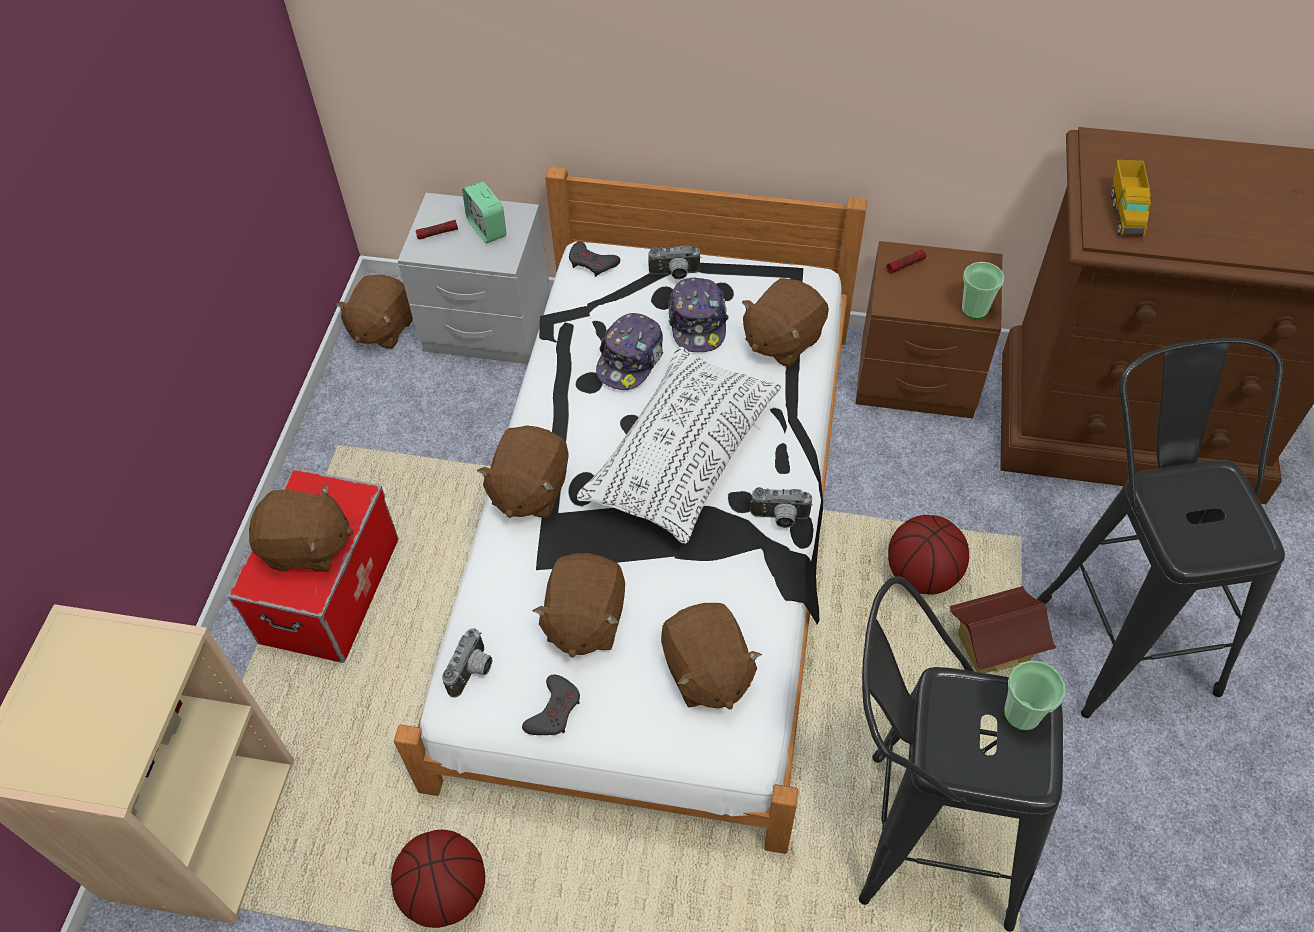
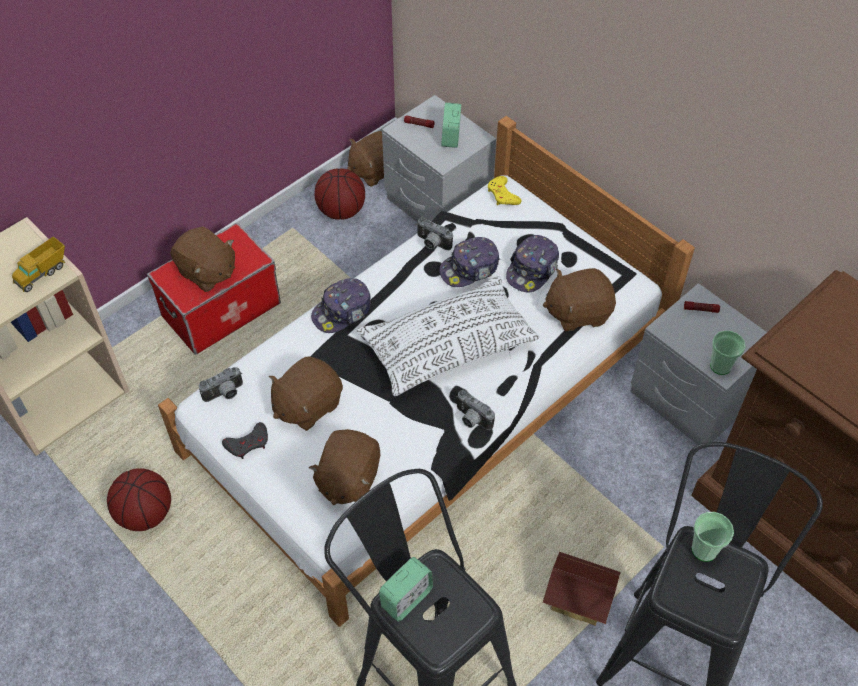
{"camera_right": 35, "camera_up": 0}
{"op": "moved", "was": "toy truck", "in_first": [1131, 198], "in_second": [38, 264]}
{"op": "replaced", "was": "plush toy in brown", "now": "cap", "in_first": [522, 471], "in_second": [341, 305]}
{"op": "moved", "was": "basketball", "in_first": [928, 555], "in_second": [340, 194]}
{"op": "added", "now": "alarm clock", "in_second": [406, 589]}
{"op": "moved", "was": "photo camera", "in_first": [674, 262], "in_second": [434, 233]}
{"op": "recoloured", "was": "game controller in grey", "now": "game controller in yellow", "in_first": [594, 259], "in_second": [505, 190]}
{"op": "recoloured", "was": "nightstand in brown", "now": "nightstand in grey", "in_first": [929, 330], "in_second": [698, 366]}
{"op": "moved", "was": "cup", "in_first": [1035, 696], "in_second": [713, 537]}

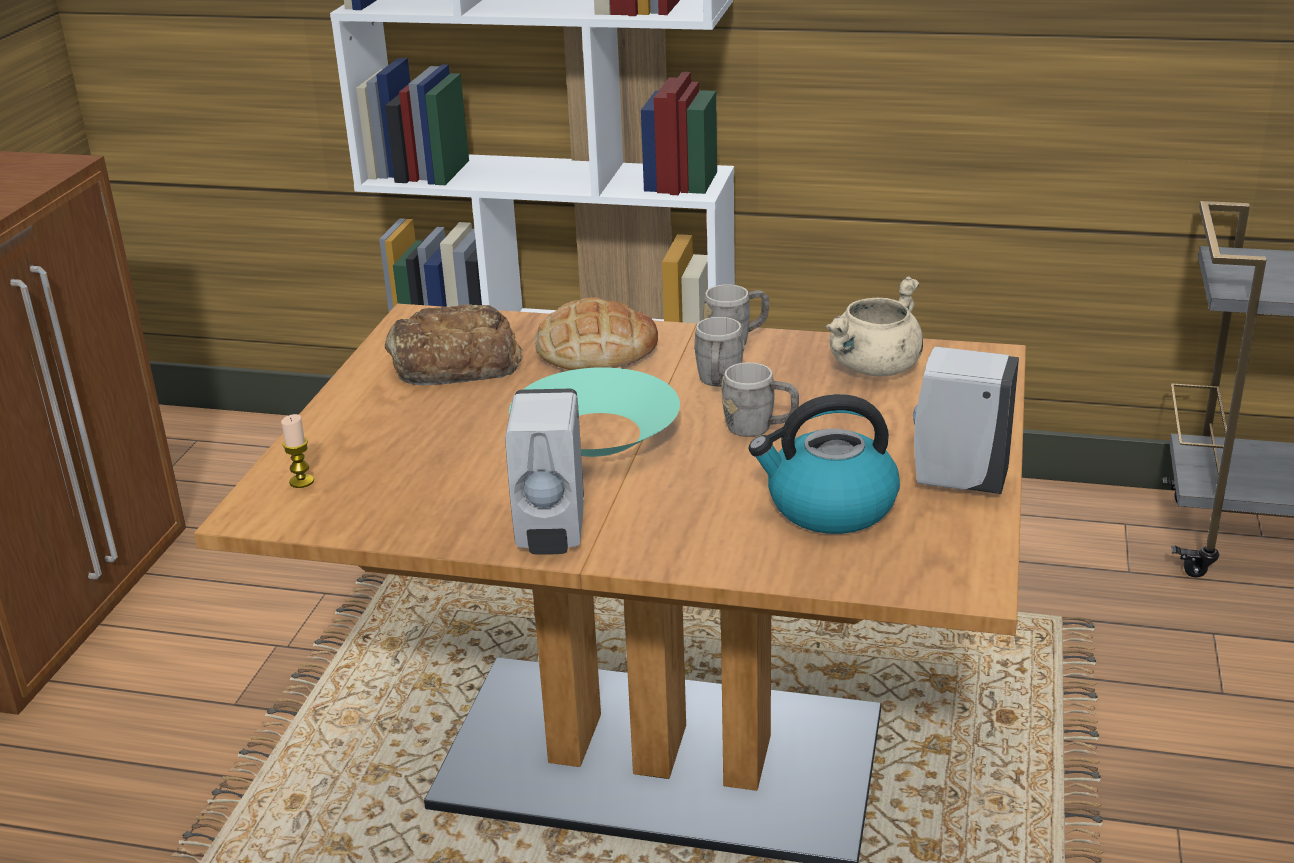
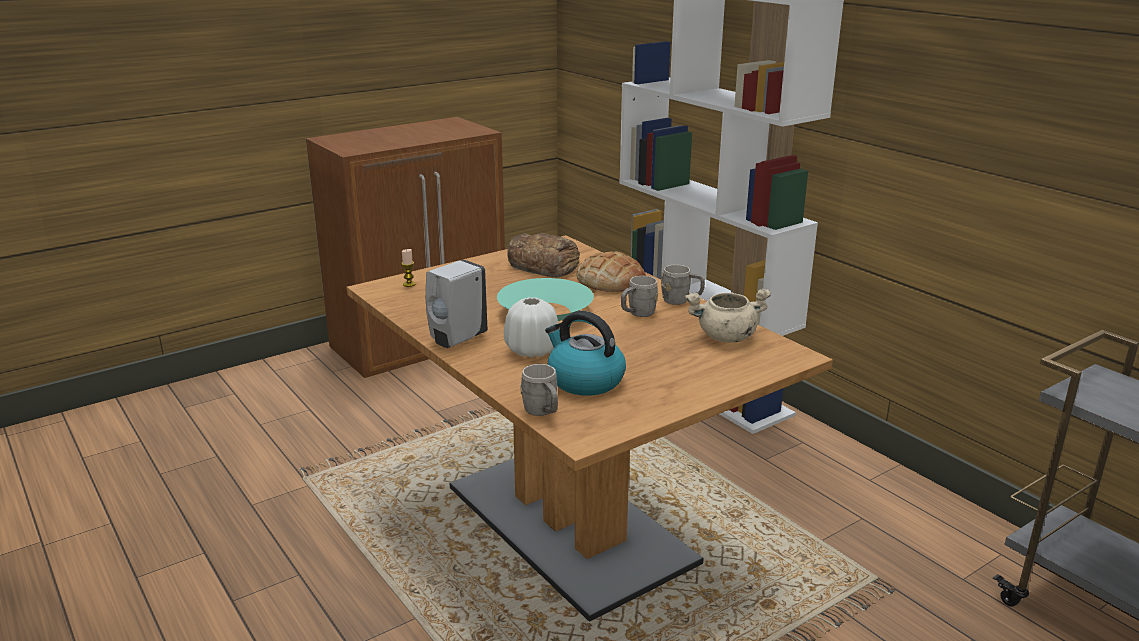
{"camera_right": 40, "camera_up": -5}
{"op": "added", "now": "vase in white", "in_second": [531, 327]}
{"op": "moved", "was": "mug in grey", "in_first": [760, 399], "in_second": [539, 390]}
{"op": "removed", "was": "soap dispenser in white", "in_first": [966, 420]}

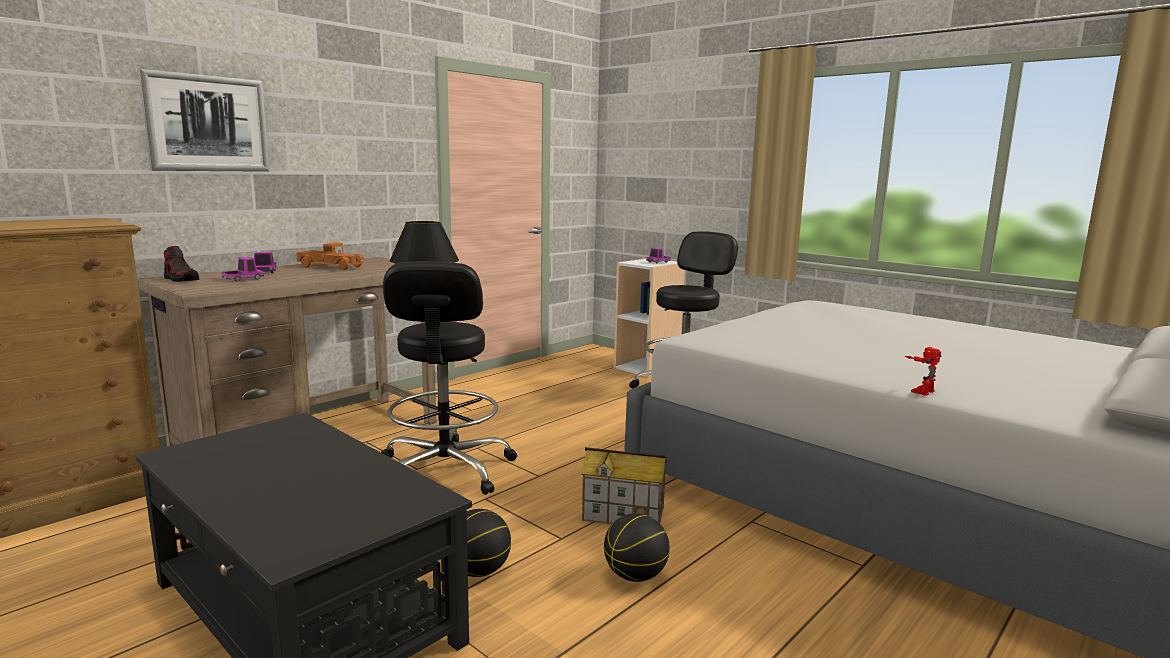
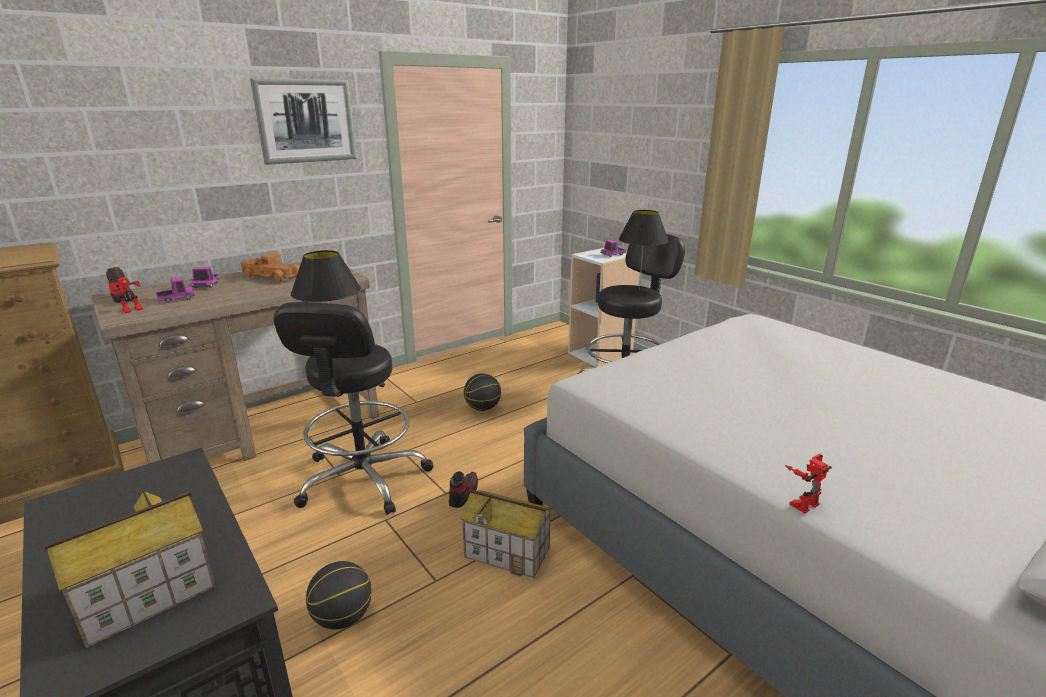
{"camera_right": 10, "camera_up": 10}
{"op": "added", "now": "toy house", "in_second": [130, 568]}
{"op": "added", "now": "toy robot", "in_second": [126, 295]}
{"op": "moved", "was": "picture", "in_first": [204, 120], "in_second": [303, 121]}
{"op": "added", "now": "shoe", "in_second": [463, 489]}
{"op": "moved", "was": "basketball", "in_first": [637, 547], "in_second": [482, 392]}
{"op": "added", "now": "table lamp in black", "in_second": [643, 250]}

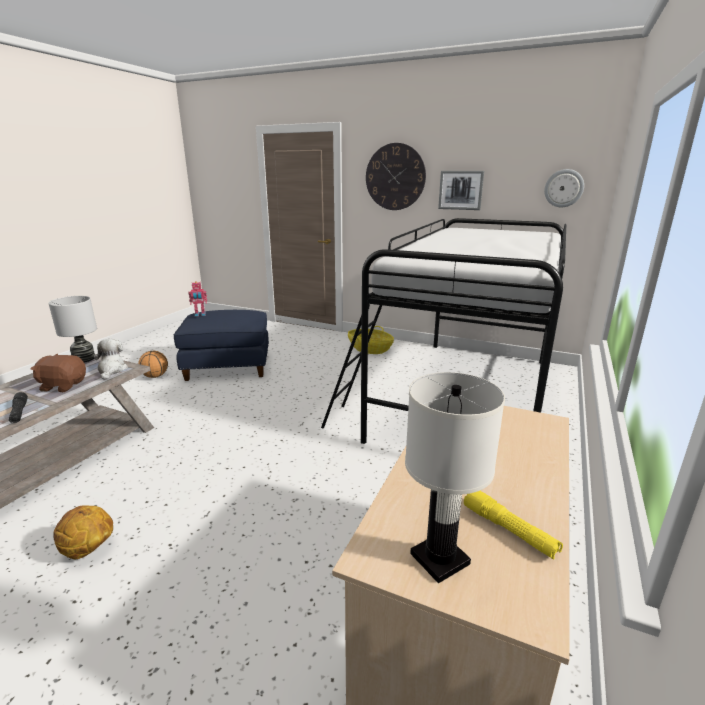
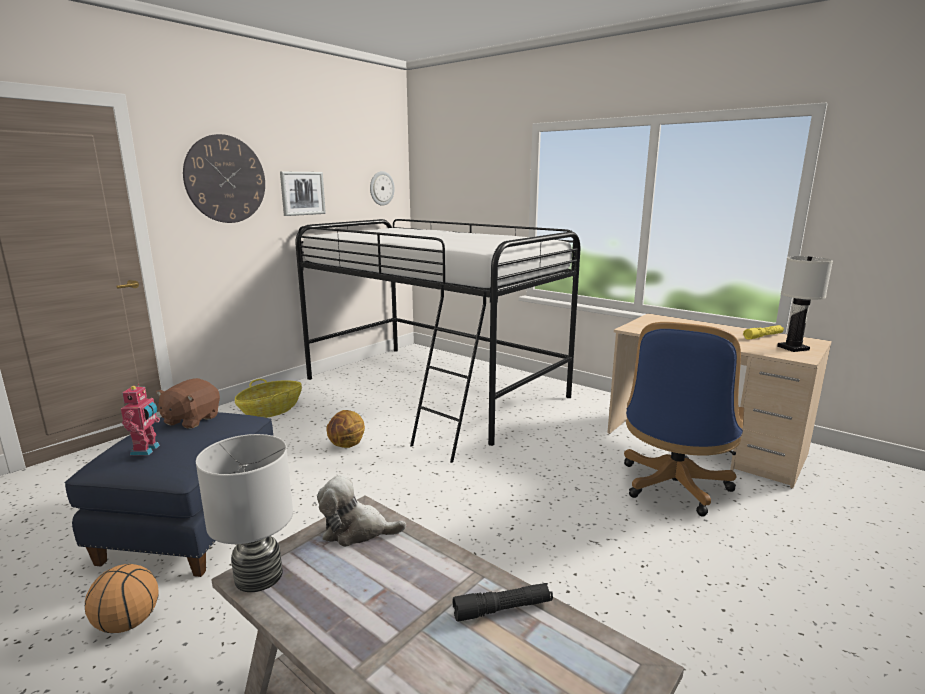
{"camera_right": -75, "camera_up": -5}
{"op": "moved", "was": "plush toy in brown", "in_first": [58, 373], "in_second": [188, 403]}
{"op": "moved", "was": "basketball", "in_first": [83, 532], "in_second": [345, 429]}
{"op": "added", "now": "office chair in blue", "in_second": [684, 419]}

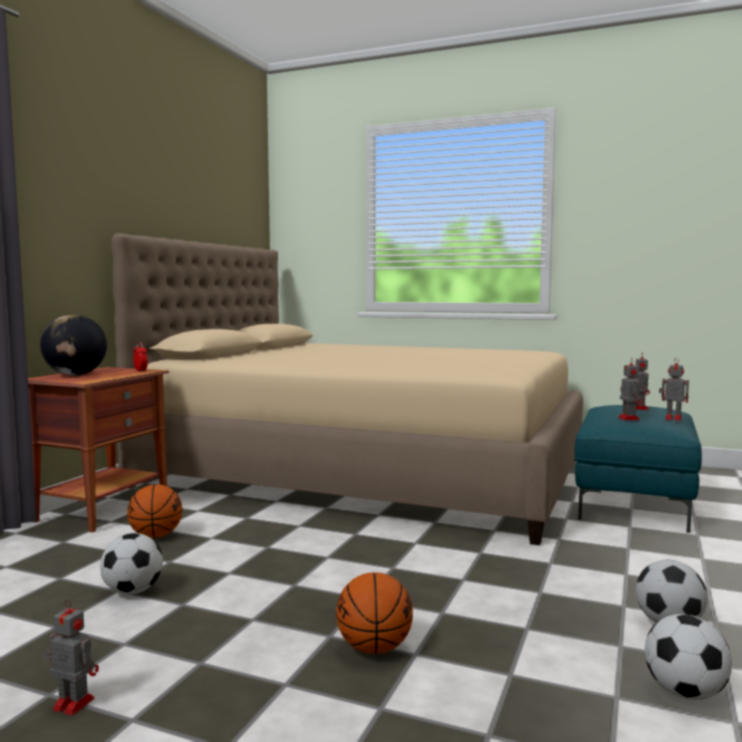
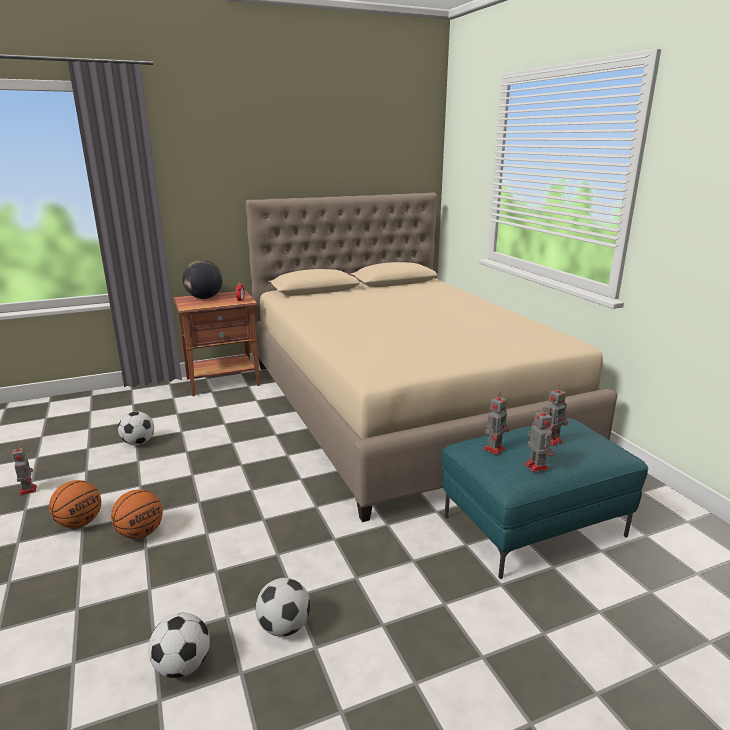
{"camera_right": 45, "camera_up": 15}
{"op": "moved", "was": "basketball", "in_first": [154, 511], "in_second": [75, 504]}

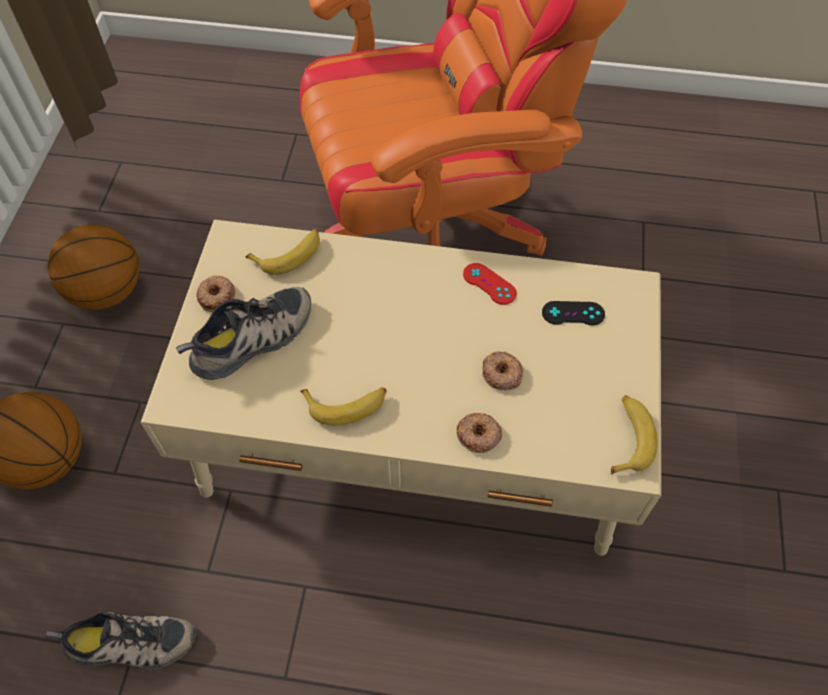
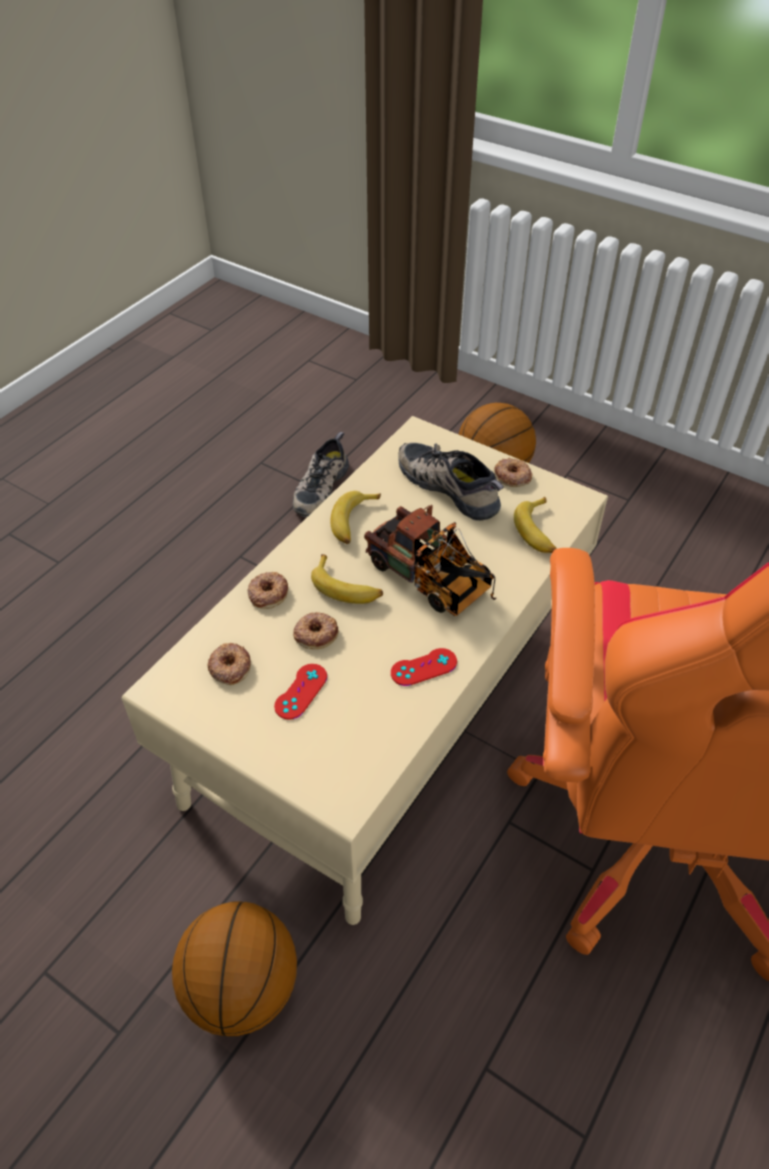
{"camera_right": 115, "camera_up": -10}
{"op": "moved", "was": "basketball", "in_first": [94, 267], "in_second": [234, 968]}
{"op": "added", "now": "donut", "in_second": [229, 664]}
{"op": "added", "now": "game controller in red", "in_second": [300, 692]}
{"op": "moved", "was": "banana", "in_first": [634, 434], "in_second": [347, 579]}
{"op": "added", "now": "toy truck", "in_second": [430, 560]}
{"op": "turned", "was": "shoe", "in_first": [243, 333], "in_second": [451, 482], "clockwise": 150}
{"op": "removed", "was": "game controller in black", "in_first": [573, 313]}

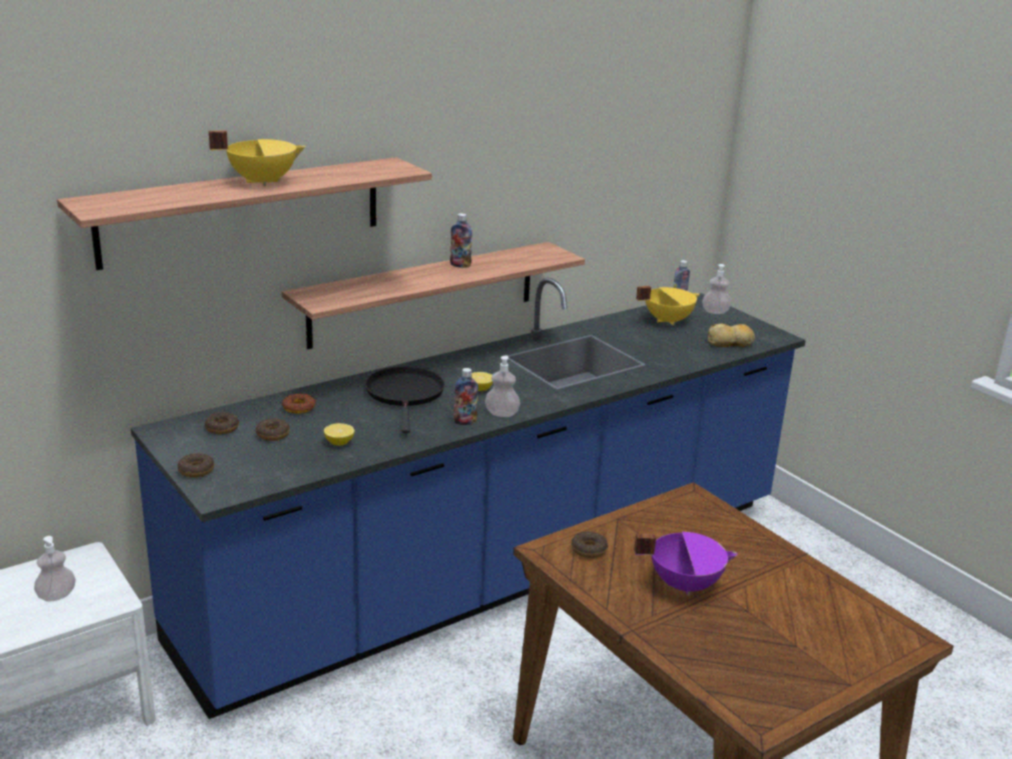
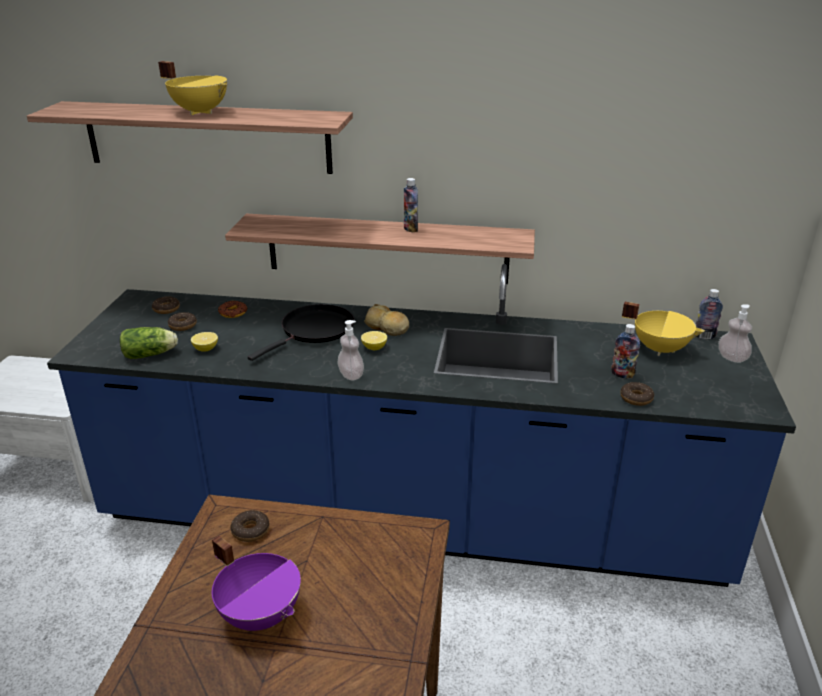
{"camera_right": 45, "camera_up": 5}
{"op": "added", "now": "lettuce", "in_second": [149, 343]}
{"op": "moved", "was": "bread", "in_first": [731, 335], "in_second": [386, 320]}
{"op": "moved", "was": "bottle", "in_first": [465, 396], "in_second": [625, 351]}
{"op": "moved", "was": "donut", "in_first": [196, 465], "in_second": [637, 394]}
{"op": "removed", "was": "soap dispenser", "in_first": [55, 569]}

